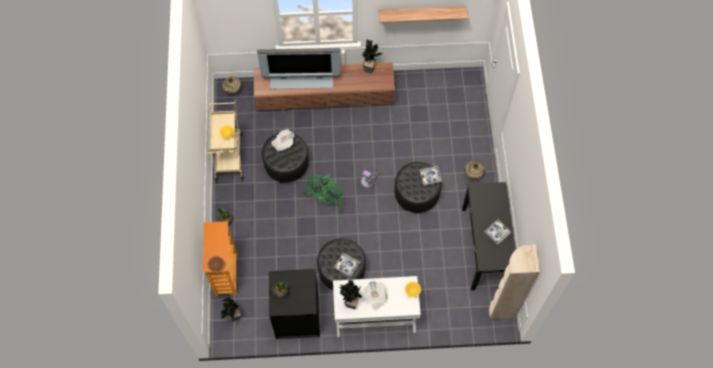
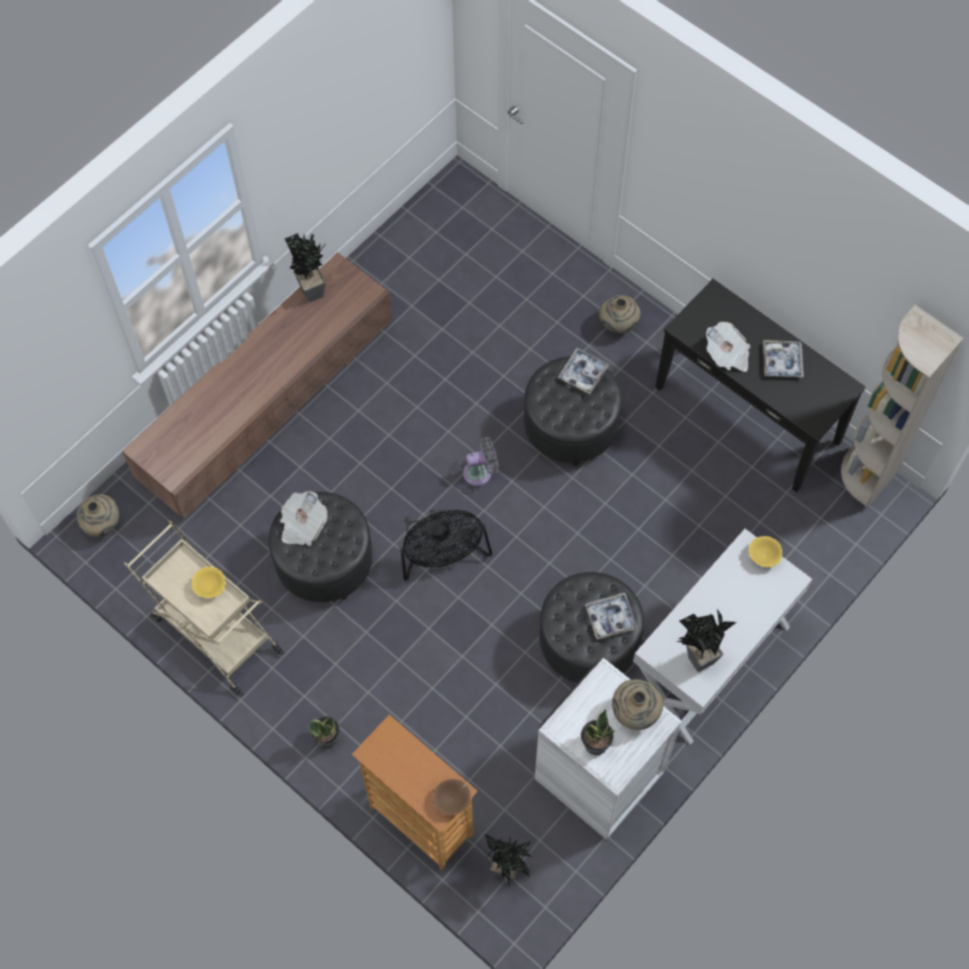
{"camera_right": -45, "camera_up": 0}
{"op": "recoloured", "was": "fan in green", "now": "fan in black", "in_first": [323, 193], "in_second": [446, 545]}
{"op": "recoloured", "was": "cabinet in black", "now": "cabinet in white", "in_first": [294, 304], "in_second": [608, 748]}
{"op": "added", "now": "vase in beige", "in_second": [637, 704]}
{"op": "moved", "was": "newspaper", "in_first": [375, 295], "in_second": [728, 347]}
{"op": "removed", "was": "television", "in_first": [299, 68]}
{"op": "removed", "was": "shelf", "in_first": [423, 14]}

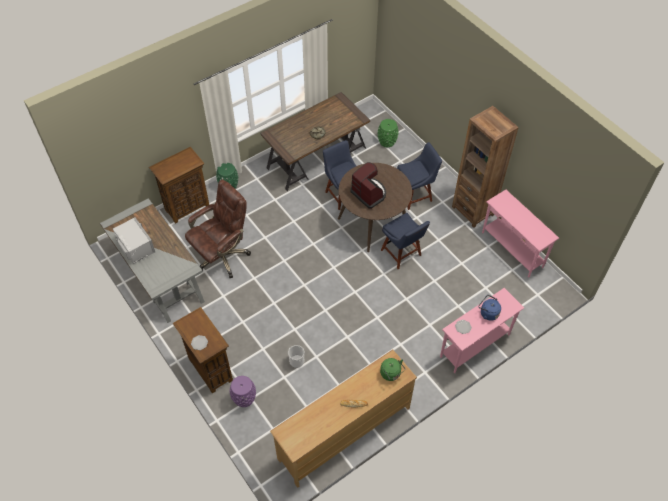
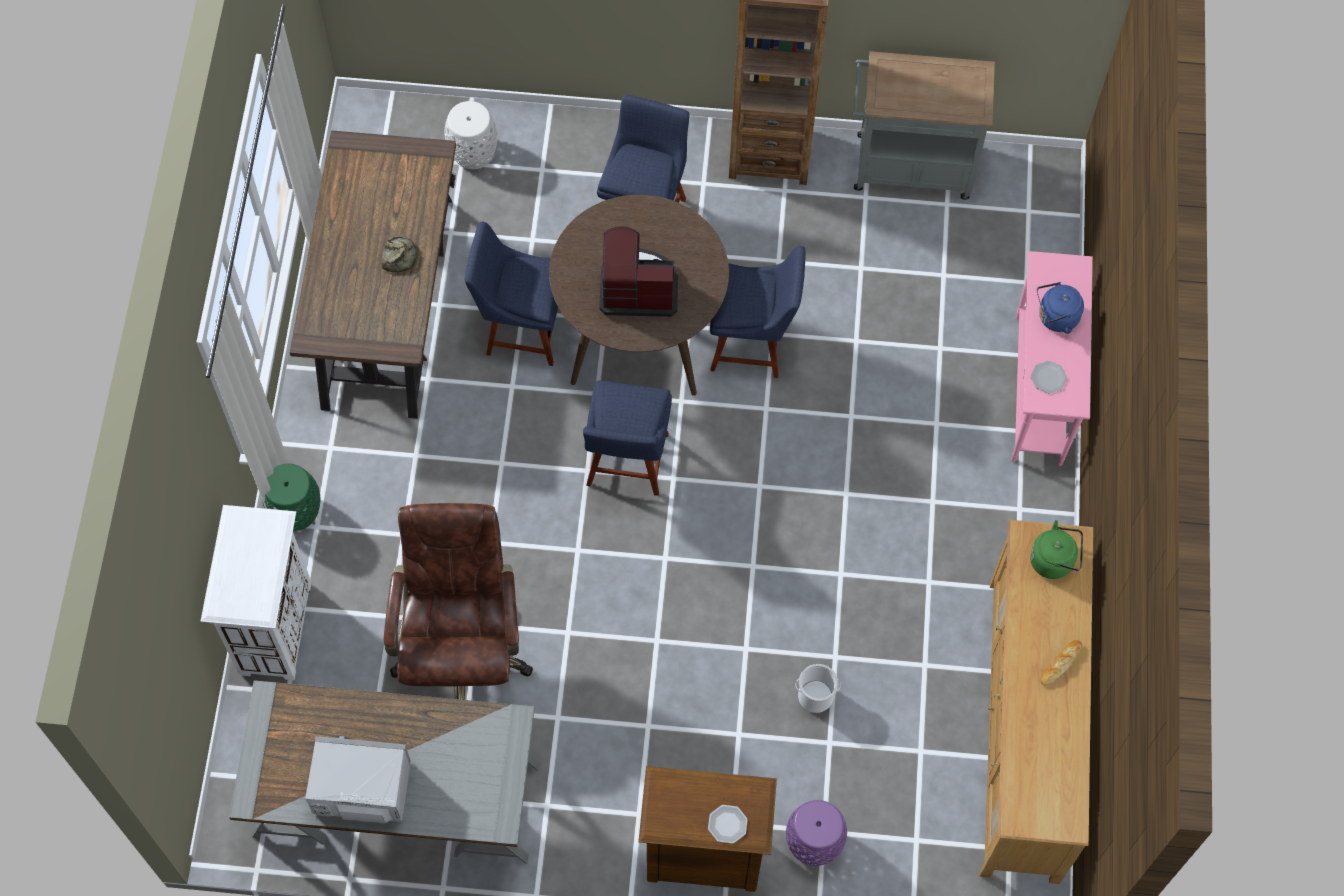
{"camera_right": -50, "camera_up": 10}
{"op": "recoloured", "was": "cabinet in brown", "now": "cabinet in white", "in_first": [179, 185], "in_second": [256, 592]}
{"op": "recoloured", "was": "stool in green", "now": "stool in white", "in_first": [388, 133], "in_second": [471, 135]}
{"op": "added", "now": "chair in blue", "in_second": [627, 438]}
{"op": "replaced", "was": "console table in pink", "now": "cart in grey", "in_first": [520, 234], "in_second": [923, 125]}

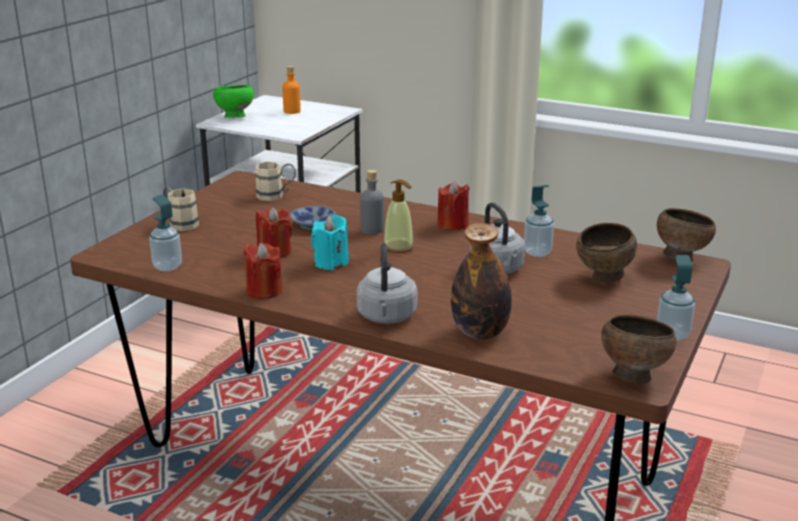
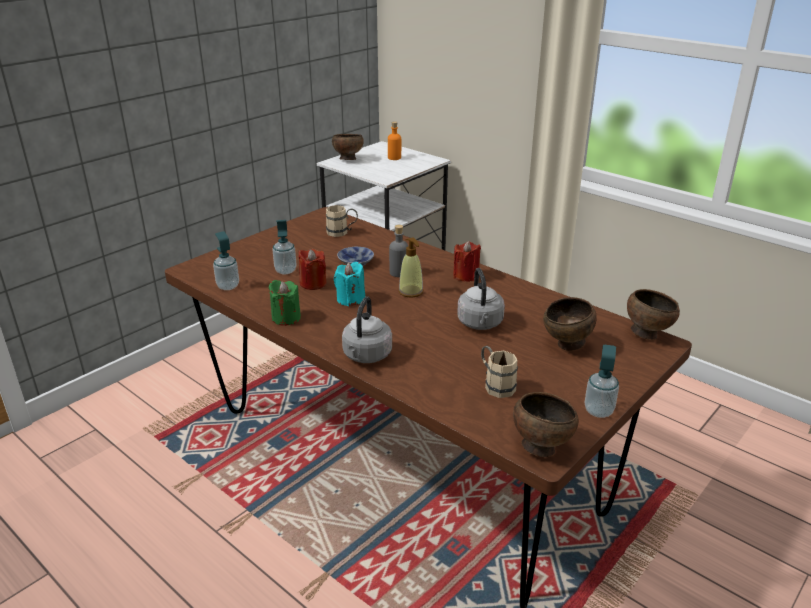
{"camera_right": 15, "camera_up": 5}
{"op": "recoloured", "was": "candle in red", "now": "candle in green", "in_first": [263, 271], "in_second": [284, 303]}
{"op": "moved", "was": "soap dispenser", "in_first": [539, 221], "in_second": [284, 247]}
{"op": "recoloured", "was": "bowl in green", "now": "bowl in brown", "in_first": [233, 101], "in_second": [348, 147]}
{"op": "moved", "was": "mug in beige", "in_first": [181, 209], "in_second": [499, 372]}
{"op": "removed", "was": "bottle", "in_first": [481, 281]}

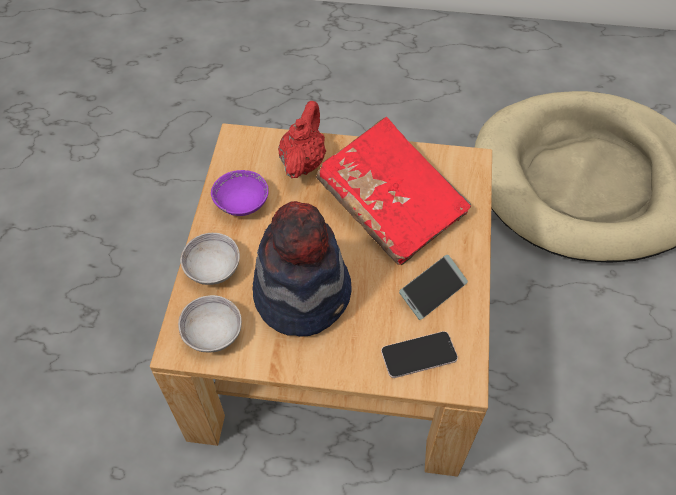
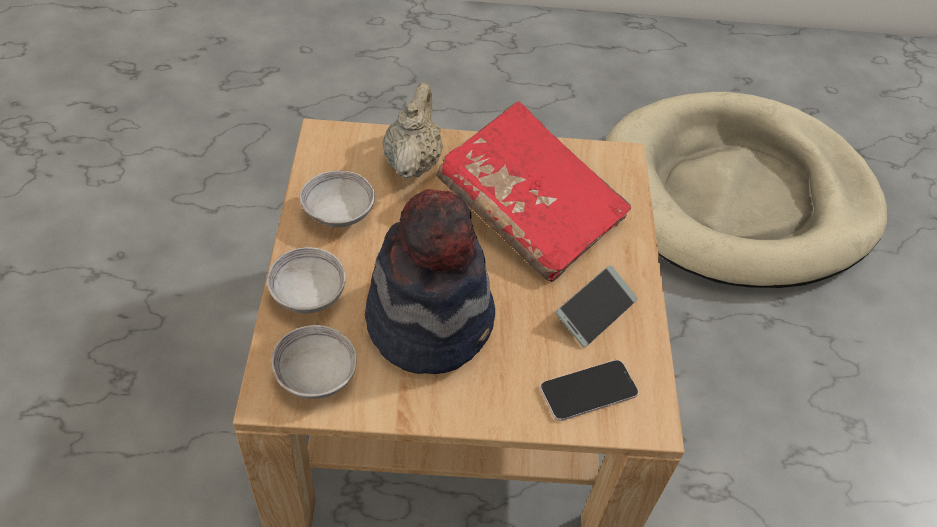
{"camera_right": -10, "camera_up": -5}
{"op": "recoloured", "was": "bowl in purple", "now": "bowl in grey", "in_first": [240, 193], "in_second": [337, 199]}
{"op": "recoloured", "was": "teapot in red", "now": "teapot in beige", "in_first": [302, 140], "in_second": [412, 131]}

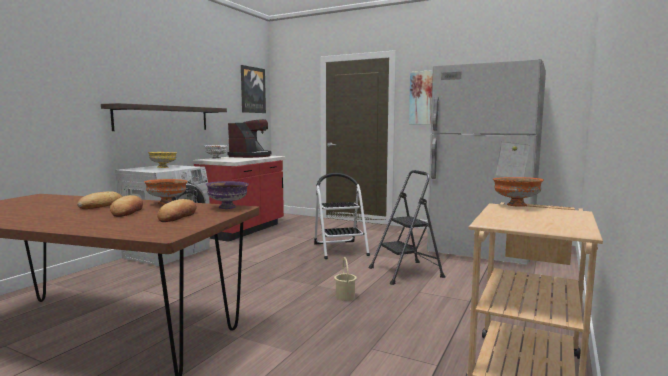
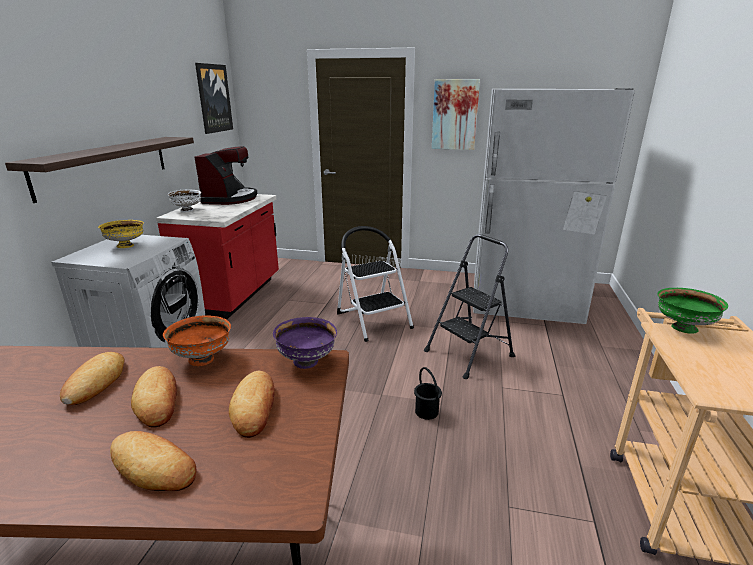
{"camera_right": -15, "camera_up": 15}
{"op": "added", "now": "bread", "in_second": [153, 461]}
{"op": "recoloured", "was": "bucket in beige", "now": "bucket in black", "in_first": [345, 279], "in_second": [428, 393]}
{"op": "recoloured", "was": "bowl in orange", "now": "bowl in green", "in_first": [518, 192], "in_second": [692, 311]}

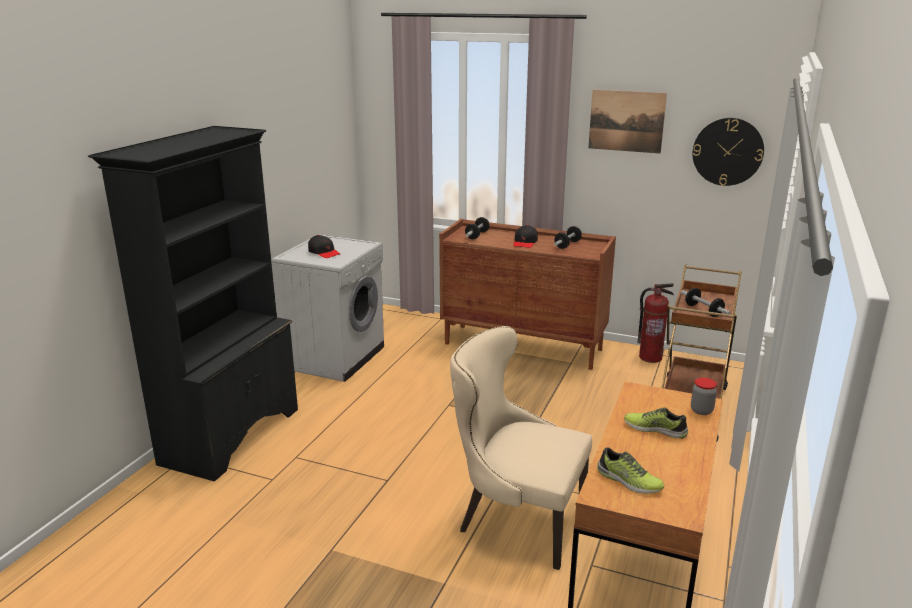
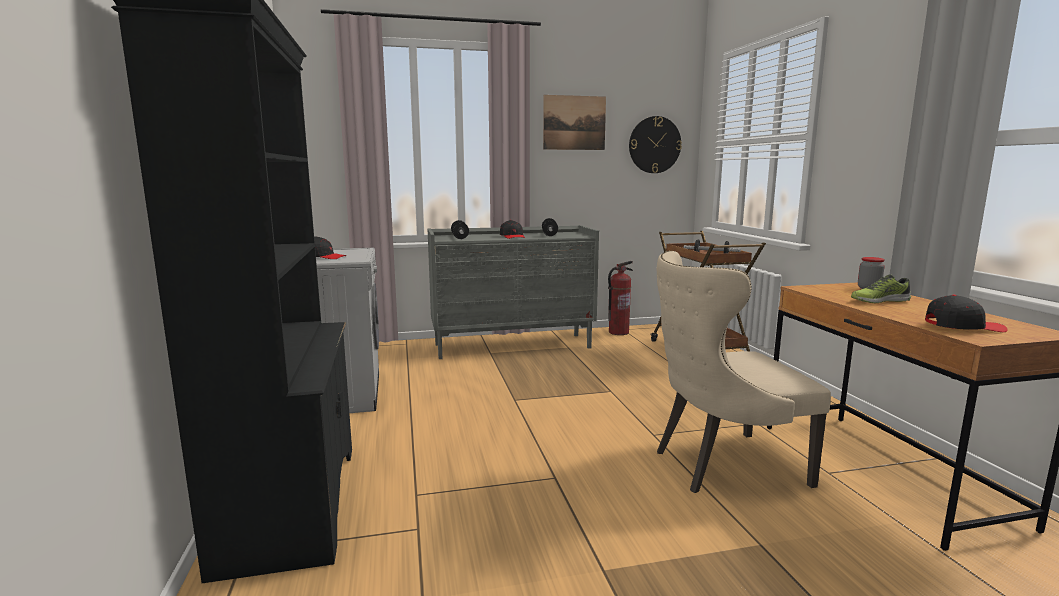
{"camera_right": -35, "camera_up": -10}
{"op": "recoloured", "was": "cabinet in brown", "now": "cabinet in grey", "in_first": [527, 294], "in_second": [513, 292]}
{"op": "replaced", "was": "shoe", "now": "cap in black", "in_first": [630, 471], "in_second": [966, 313]}

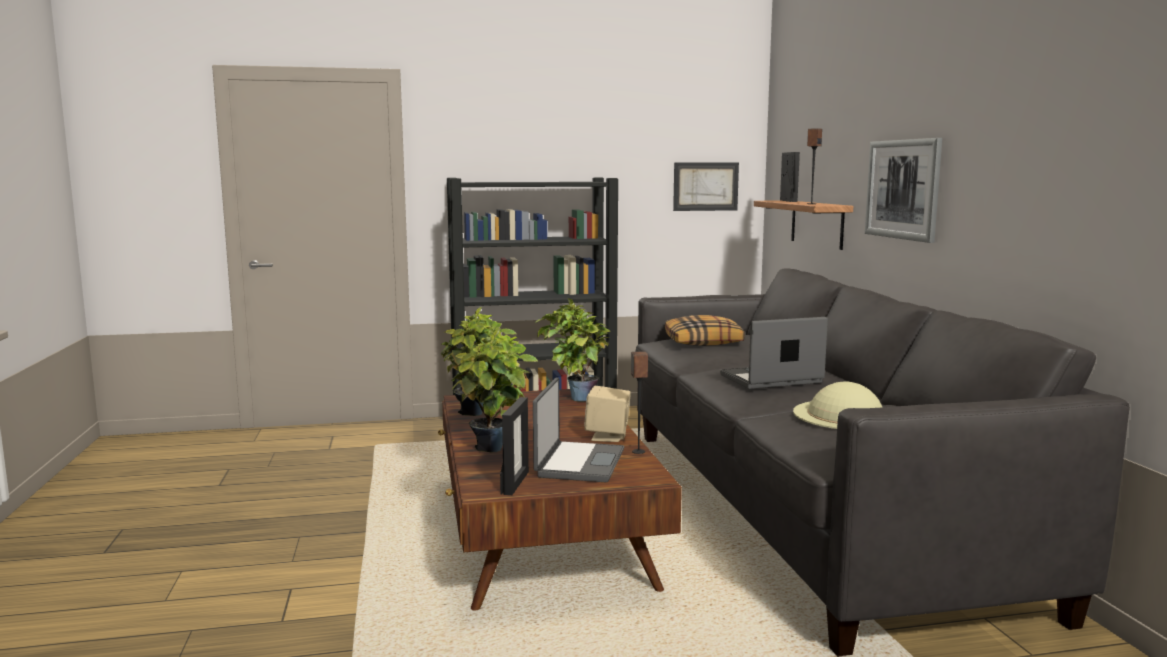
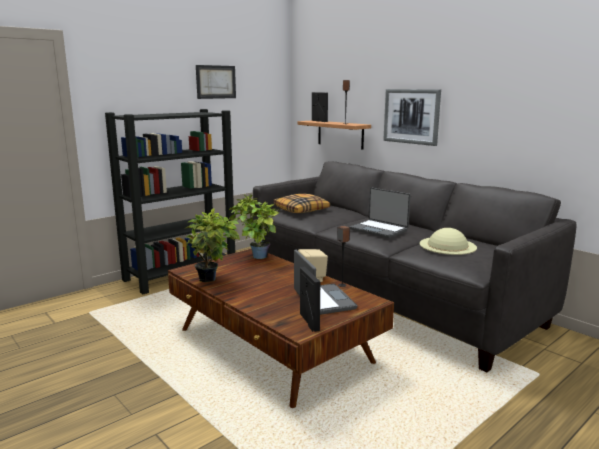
{"camera_right": -30, "camera_up": 5}
{"op": "moved", "was": "picture", "in_first": [706, 187], "in_second": [216, 82]}
{"op": "turned", "was": "laptop", "in_first": [774, 353], "in_second": [379, 213], "clockwise": -90}
{"op": "removed", "was": "potted plant", "in_first": [494, 390]}

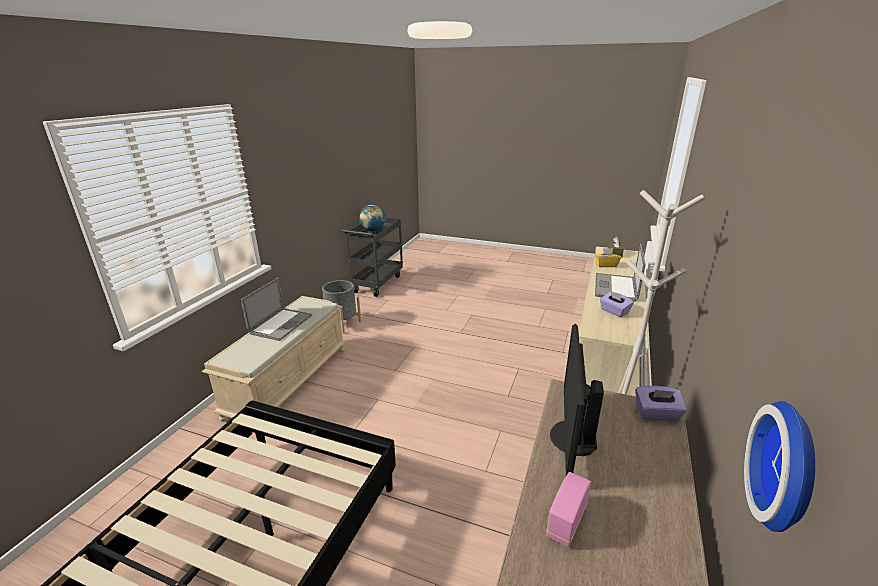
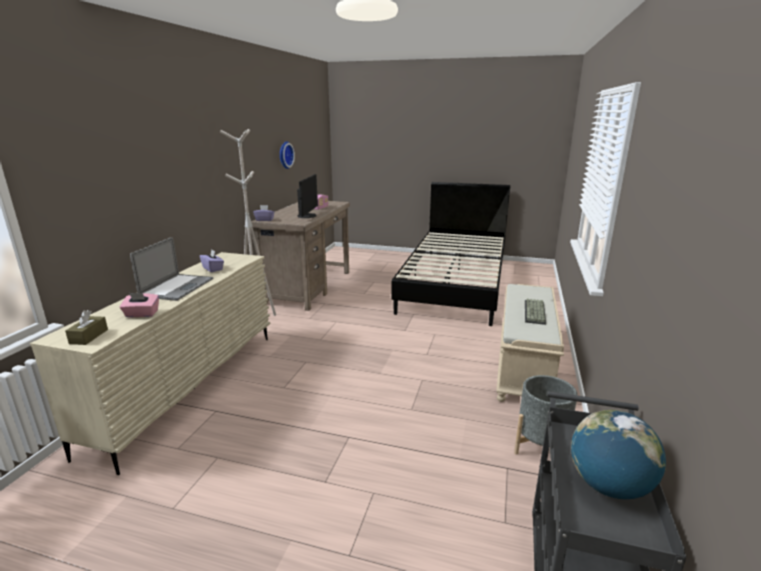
{"camera_right": 175, "camera_up": -5}
{"op": "recoloured", "was": "tissue box in yellow", "now": "tissue box in pink", "in_first": [607, 257], "in_second": [139, 305]}
{"op": "replaced", "was": "laptop", "now": "keyboard", "in_first": [277, 309], "in_second": [535, 312]}

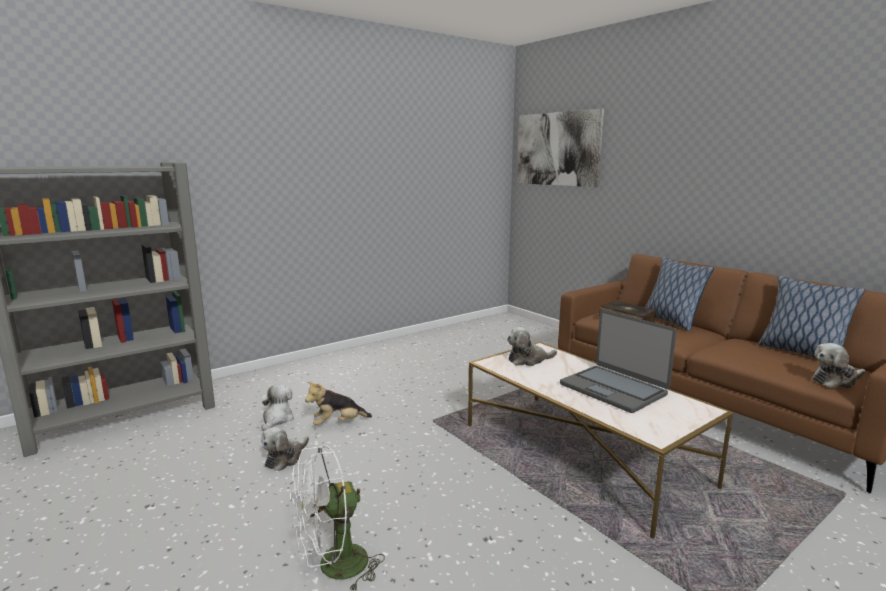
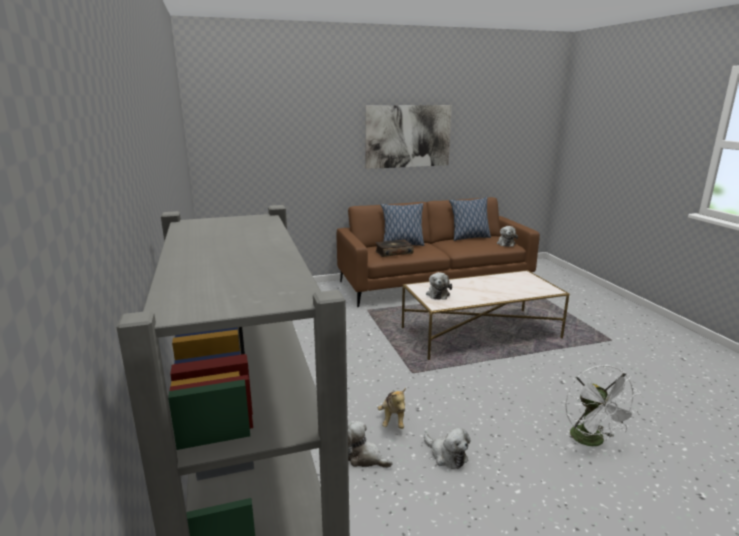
{"camera_right": -70, "camera_up": 5}
{"op": "moved", "was": "picture", "in_first": [560, 147], "in_second": [408, 137]}
{"op": "removed", "was": "laptop", "in_first": [618, 361]}

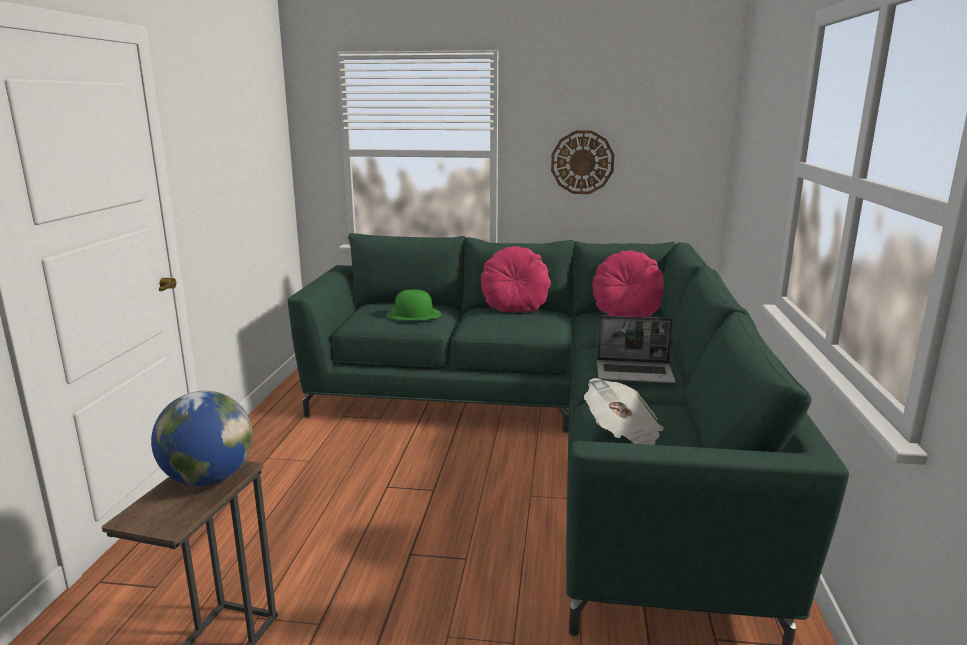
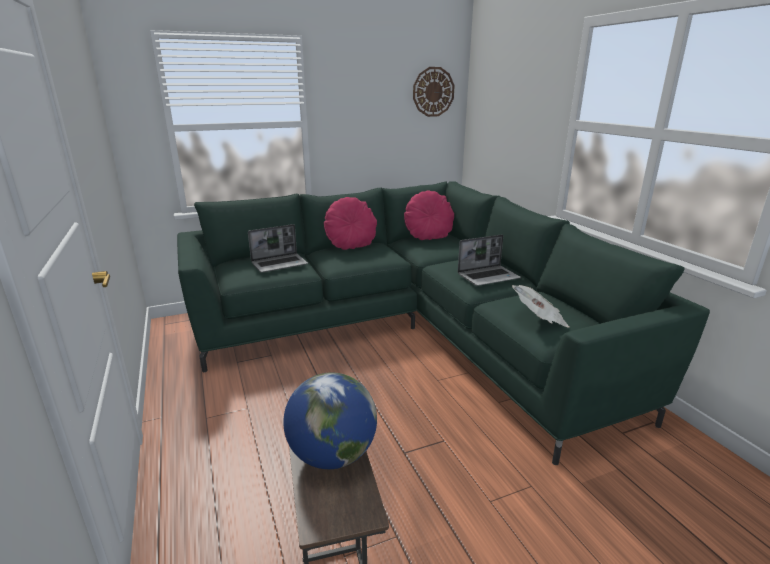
{"camera_right": -30, "camera_up": 5}
{"op": "replaced", "was": "hat in green", "now": "laptop", "in_first": [413, 304], "in_second": [278, 248]}
{"op": "moved", "was": "wall clock", "in_first": [582, 162], "in_second": [434, 92]}

